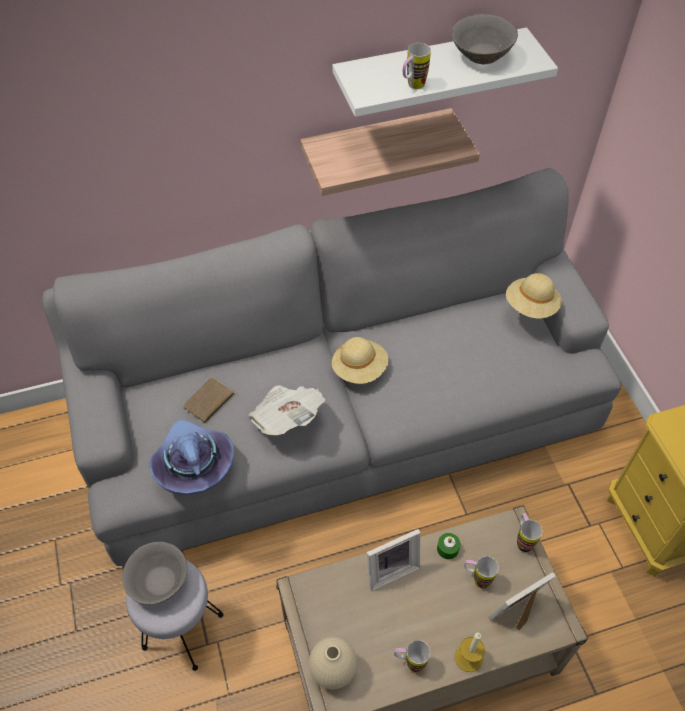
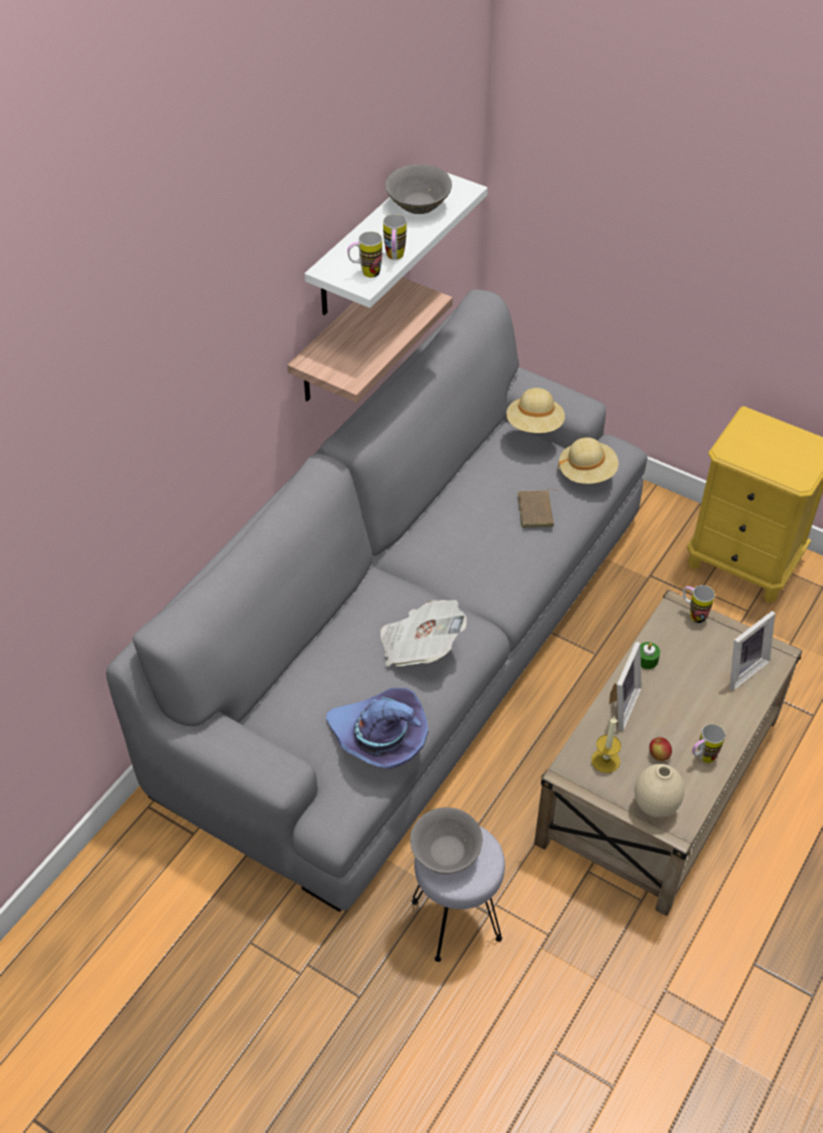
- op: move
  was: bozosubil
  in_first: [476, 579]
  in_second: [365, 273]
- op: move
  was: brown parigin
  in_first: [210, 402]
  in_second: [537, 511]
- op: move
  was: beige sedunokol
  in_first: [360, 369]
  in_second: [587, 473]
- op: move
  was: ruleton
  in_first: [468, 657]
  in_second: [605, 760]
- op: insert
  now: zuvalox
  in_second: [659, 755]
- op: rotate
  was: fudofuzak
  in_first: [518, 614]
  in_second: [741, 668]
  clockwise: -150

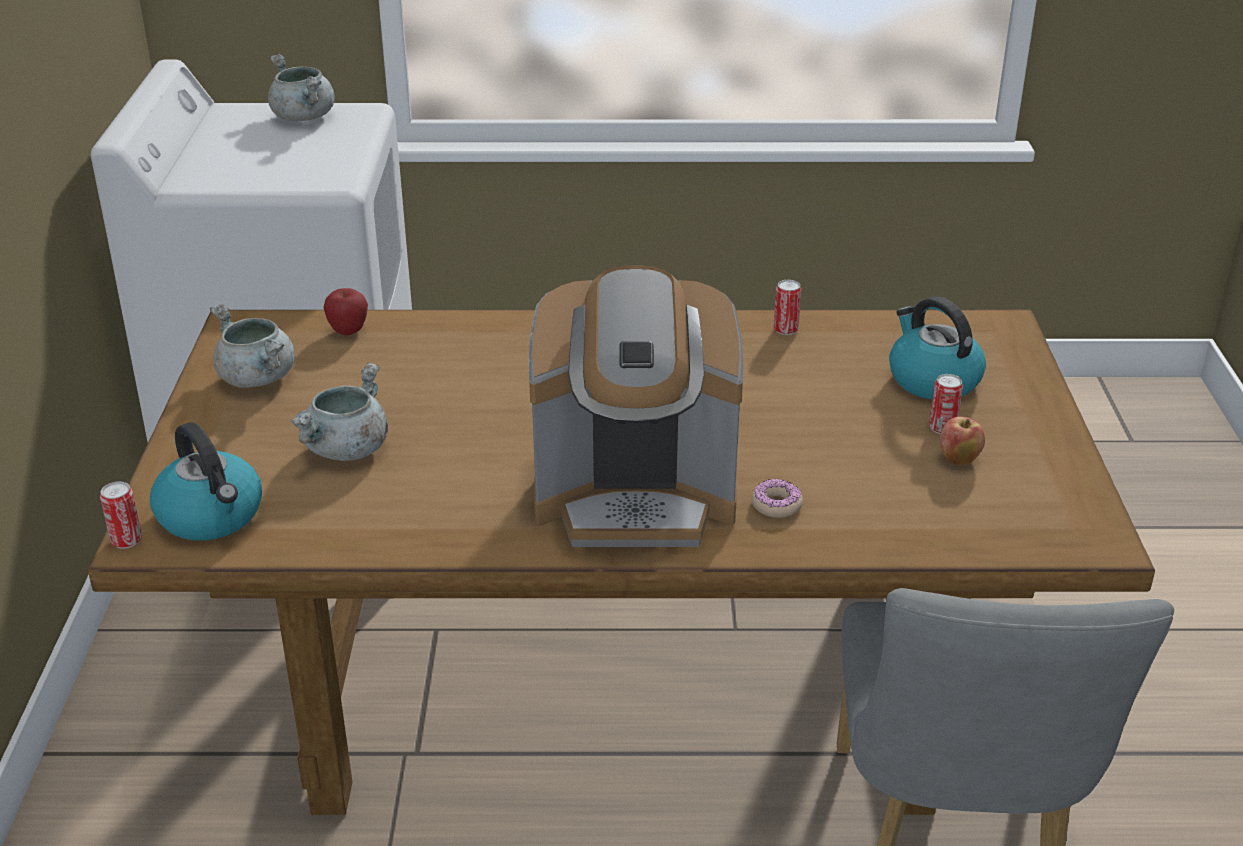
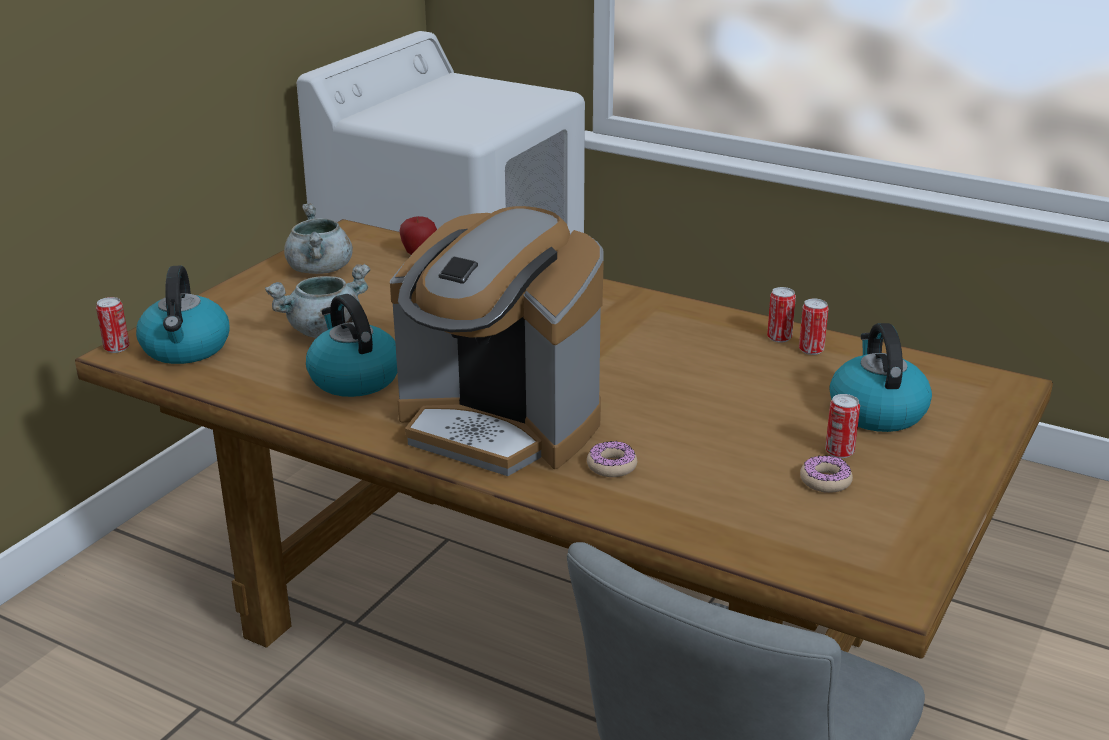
- op: insert
  now: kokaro
  in_second: [353, 378]
- op: insert
  now: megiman
  in_second: [811, 350]
- op: replace
  was: zuvalox
  now: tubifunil
  in_first: [958, 459]
  in_second: [825, 481]
- op: delete
  was: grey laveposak
  in_first: [304, 117]

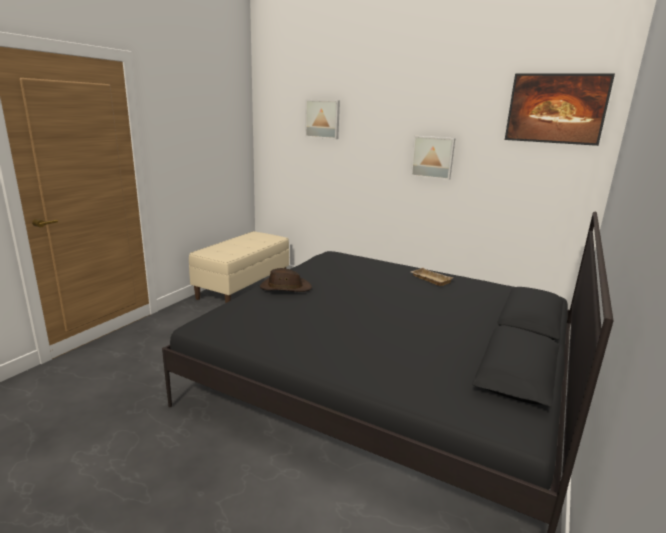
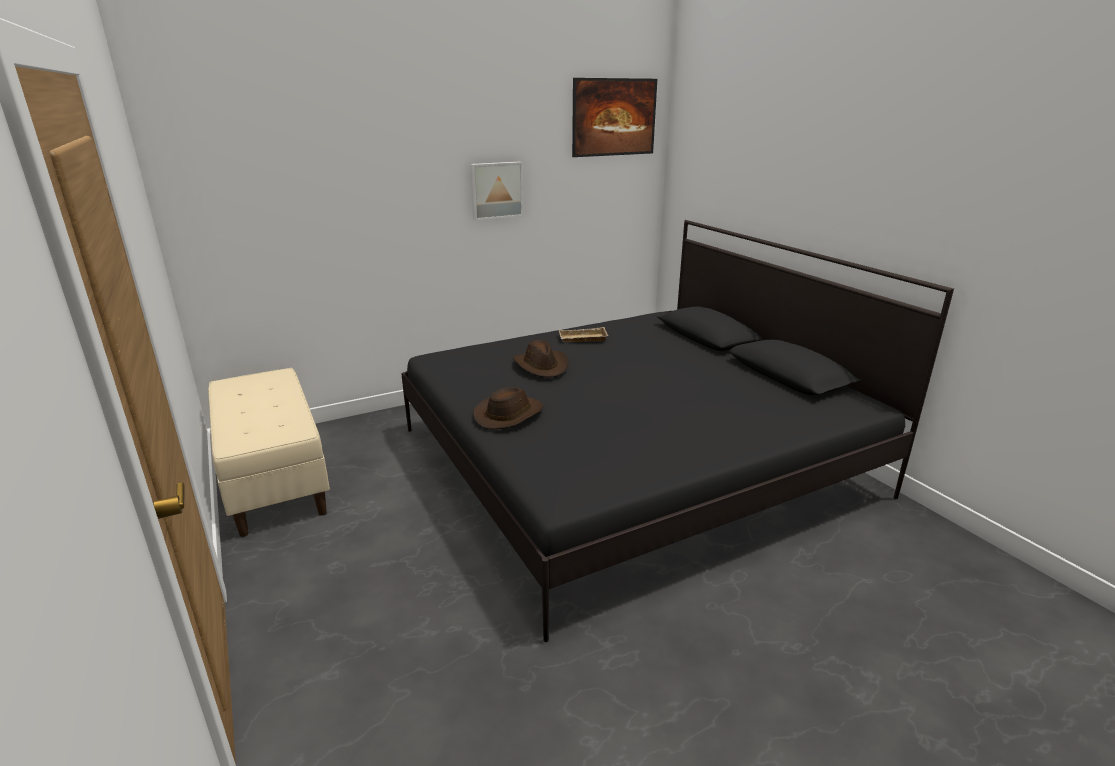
- op: insert
  now: brown sedunokol
  in_second: [541, 366]
- op: delete
  was: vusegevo
  in_first: [323, 119]

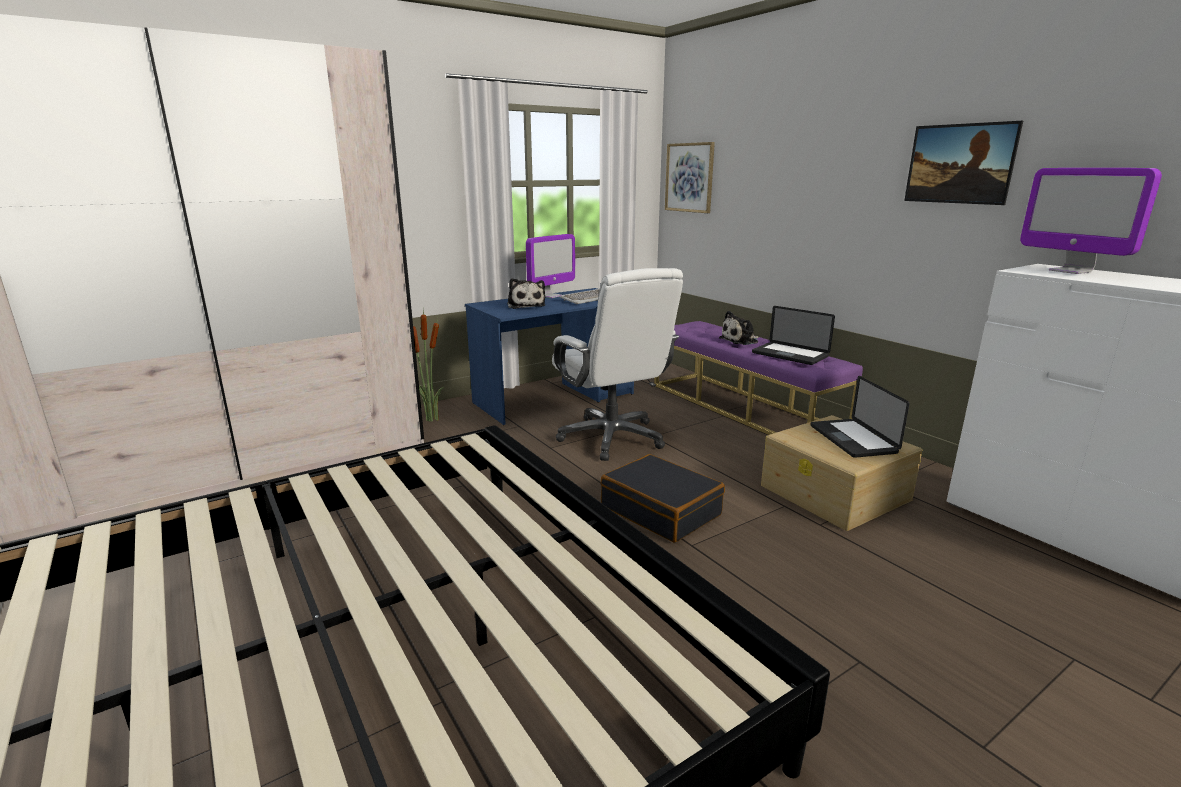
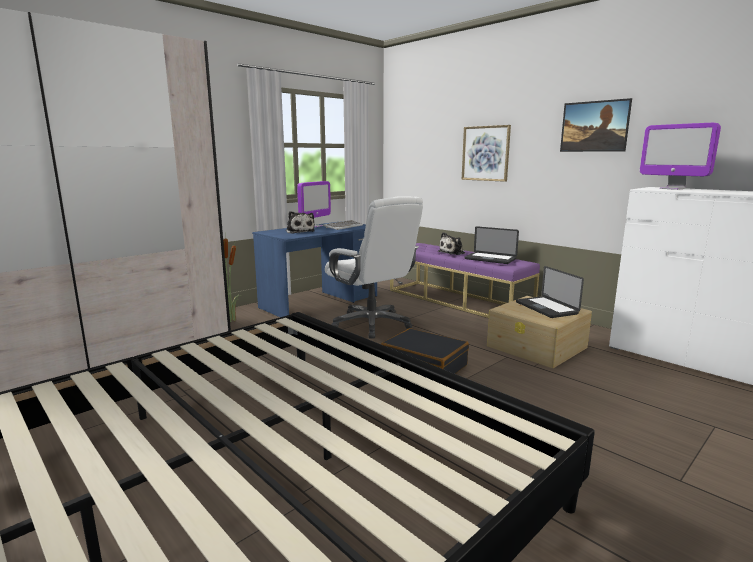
- op: move
  was: vusegevo
  in_first: [689, 177]
  in_second: [485, 153]

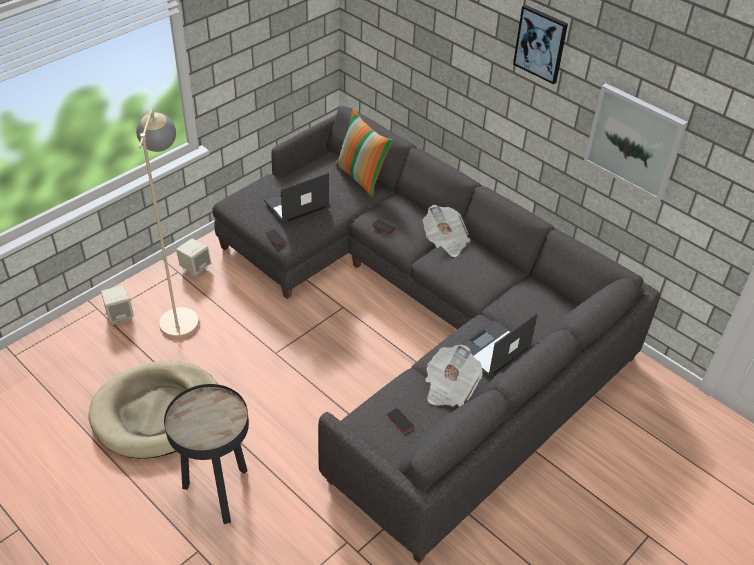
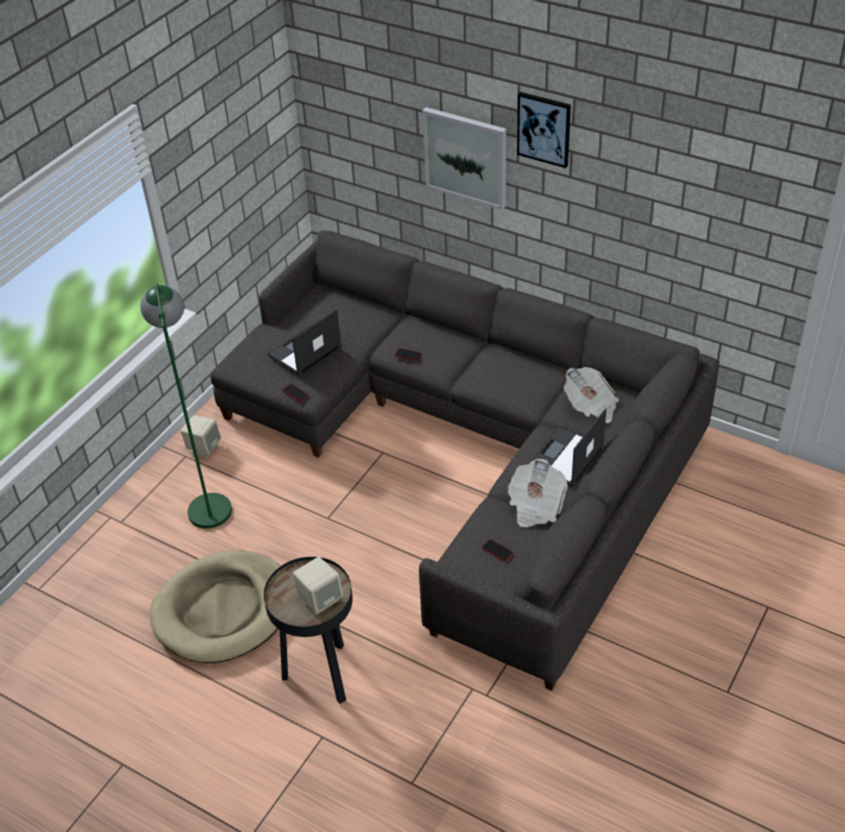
- op: recolor
  was: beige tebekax
  now: green tebekax
  in_first: [181, 313]
  in_second: [207, 500]
- op: move
  was: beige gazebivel
  in_first: [120, 315]
  in_second: [320, 599]
- op: move
  was: vusegevo
  in_first: [634, 141]
  in_second: [466, 157]
- op: move
  was: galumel
  in_first: [445, 241]
  in_second: [591, 406]
- op: delete
  was: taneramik
  in_first: [361, 177]

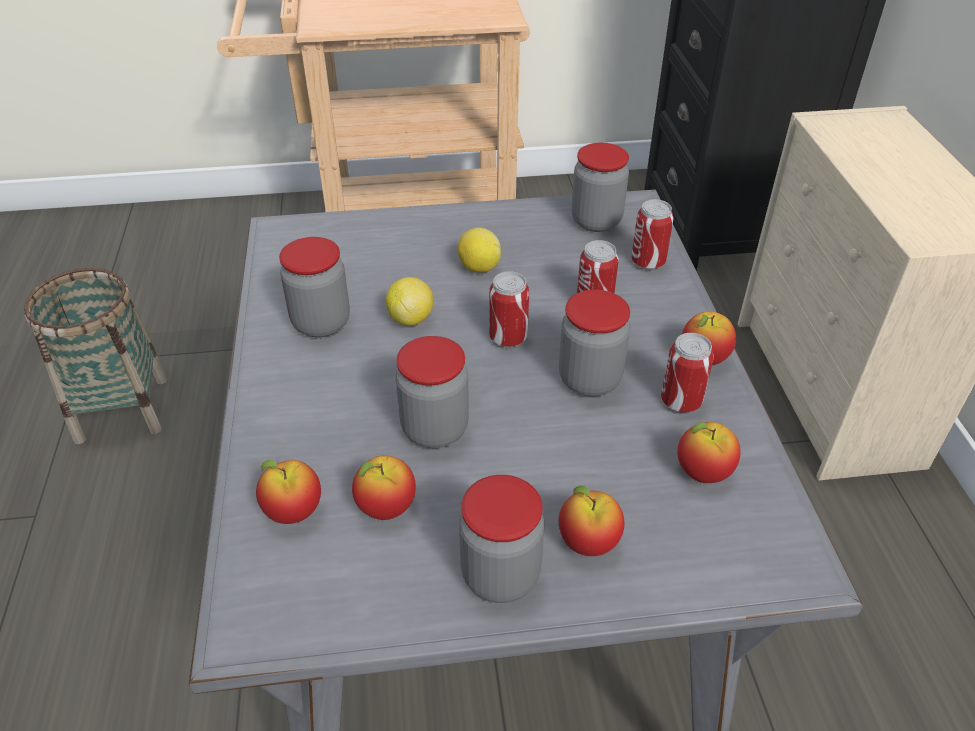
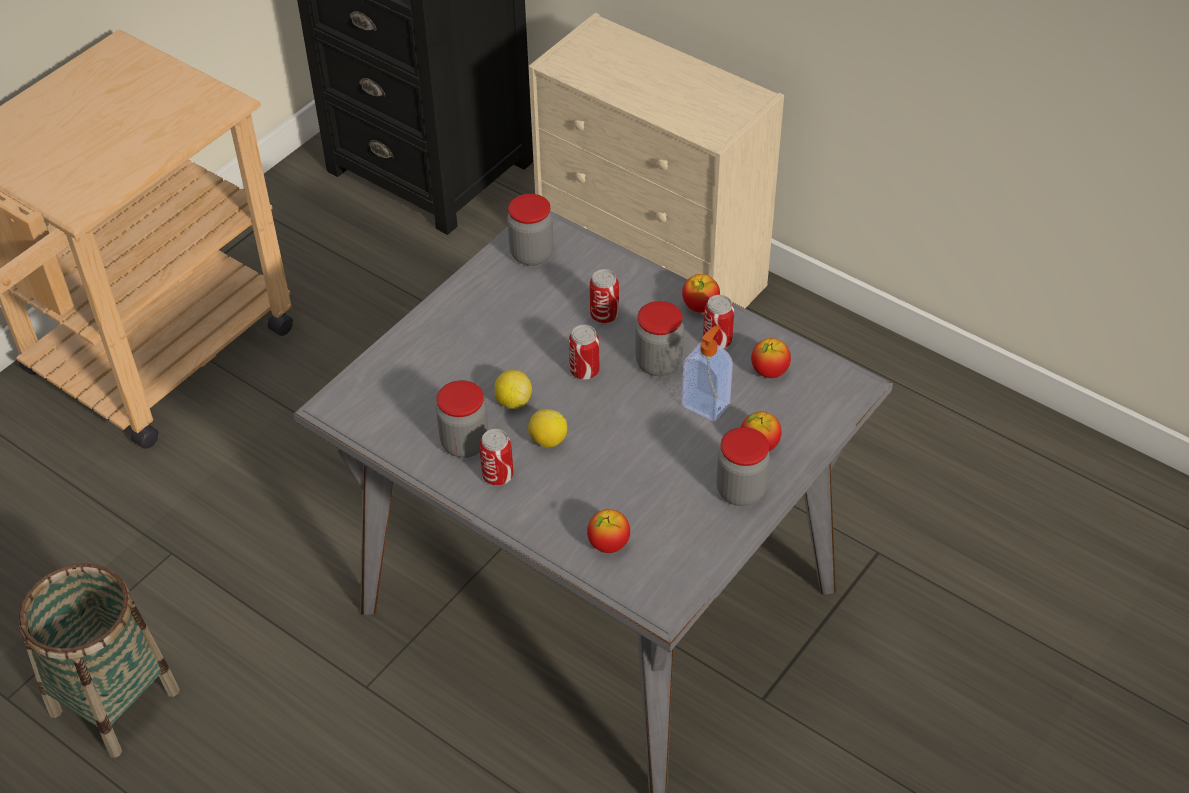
- op: move
  was: megiman
  in_first: [648, 262]
  in_second: [498, 476]
- op: move
  was: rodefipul
  in_first: [479, 267]
  in_second: [548, 440]
- op: insert
  now: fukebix
  in_second: [706, 405]
- op: delete
  was: zuvalox
  in_first: [386, 507]
- op: delete
  was: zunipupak
  in_first: [435, 429]

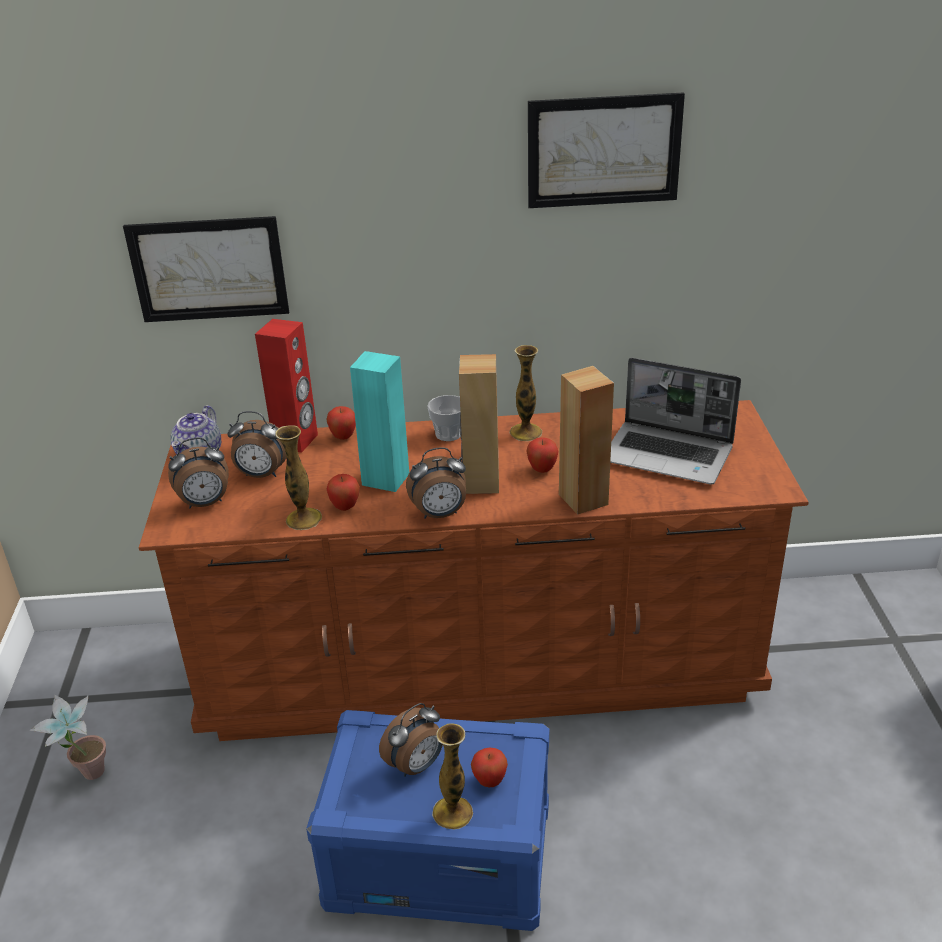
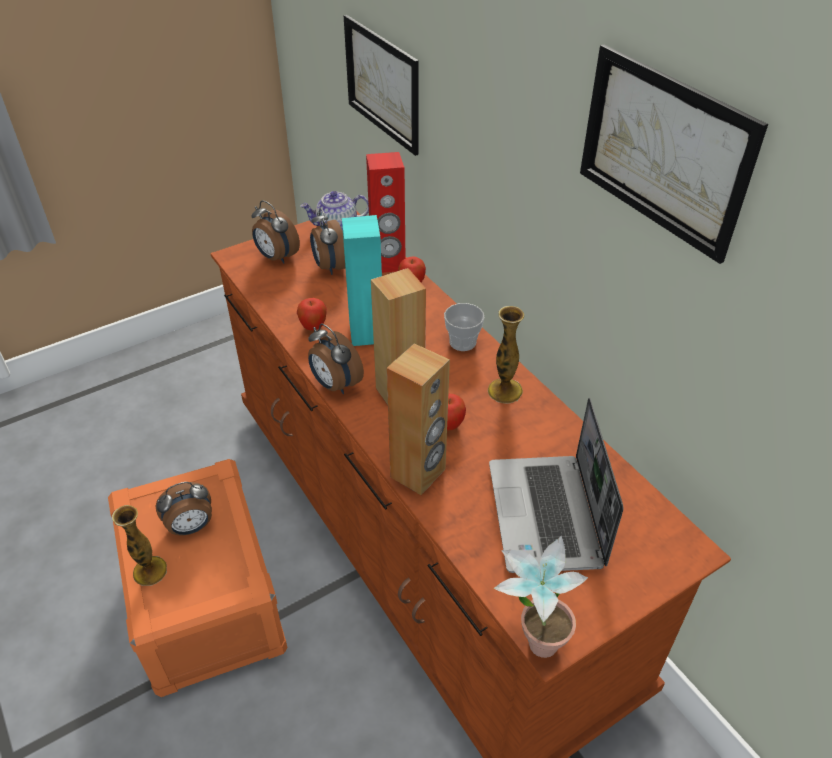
- op: recolor
  was: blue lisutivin
  now: orange lisutivin
  in_first: [441, 855]
  in_second: [208, 600]
- op: rotate
  was: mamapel
  in_first: [416, 766]
  in_second: [191, 527]
  clockwise: -45
- op: move
  was: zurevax
  in_first: [86, 776]
  in_second: [532, 640]
- op: delete
  was: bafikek
  in_first: [303, 519]
- op: delete
  was: zuvalox
  in_first: [489, 781]

